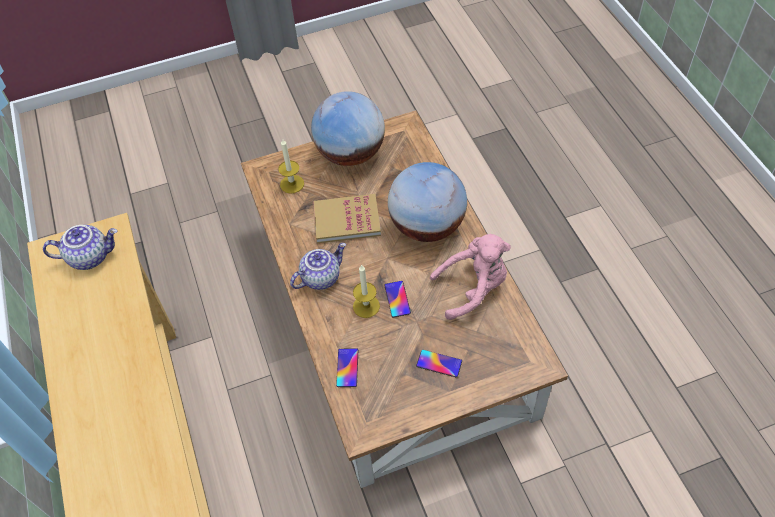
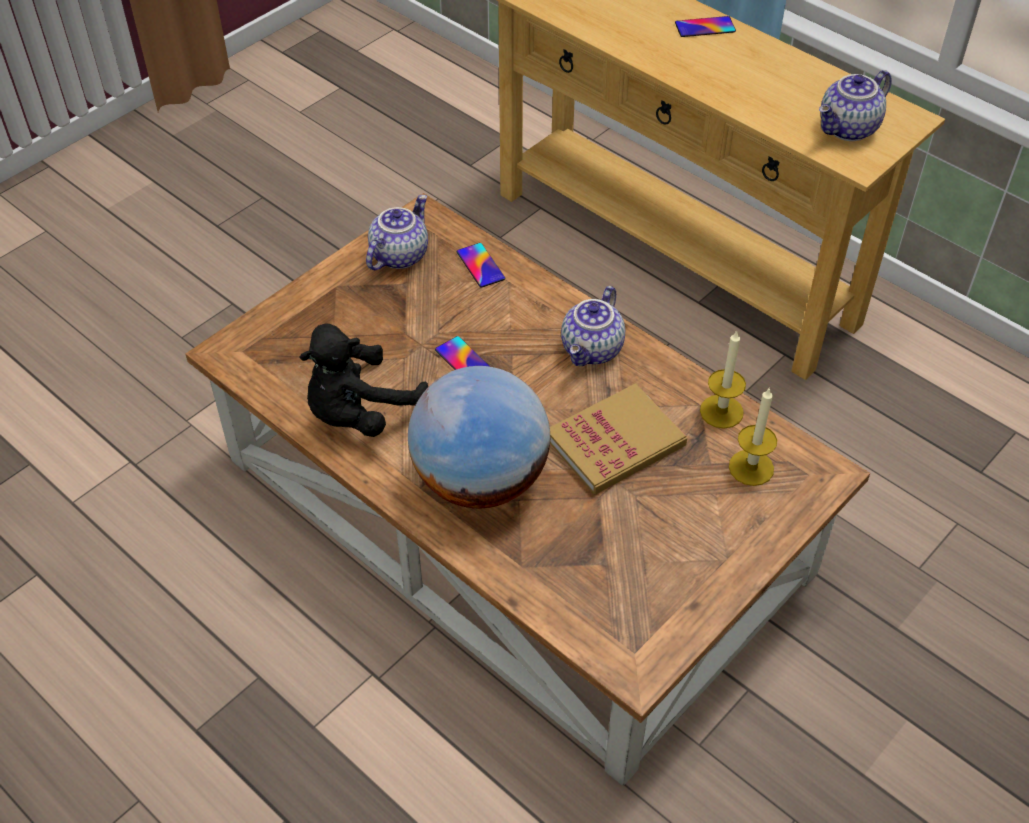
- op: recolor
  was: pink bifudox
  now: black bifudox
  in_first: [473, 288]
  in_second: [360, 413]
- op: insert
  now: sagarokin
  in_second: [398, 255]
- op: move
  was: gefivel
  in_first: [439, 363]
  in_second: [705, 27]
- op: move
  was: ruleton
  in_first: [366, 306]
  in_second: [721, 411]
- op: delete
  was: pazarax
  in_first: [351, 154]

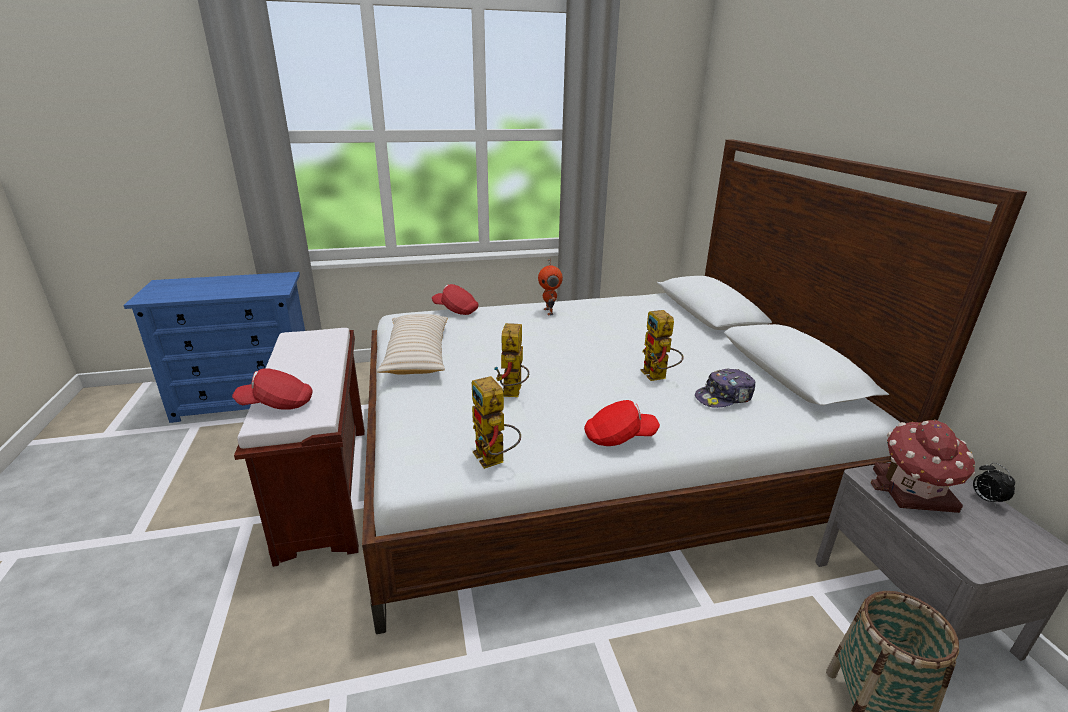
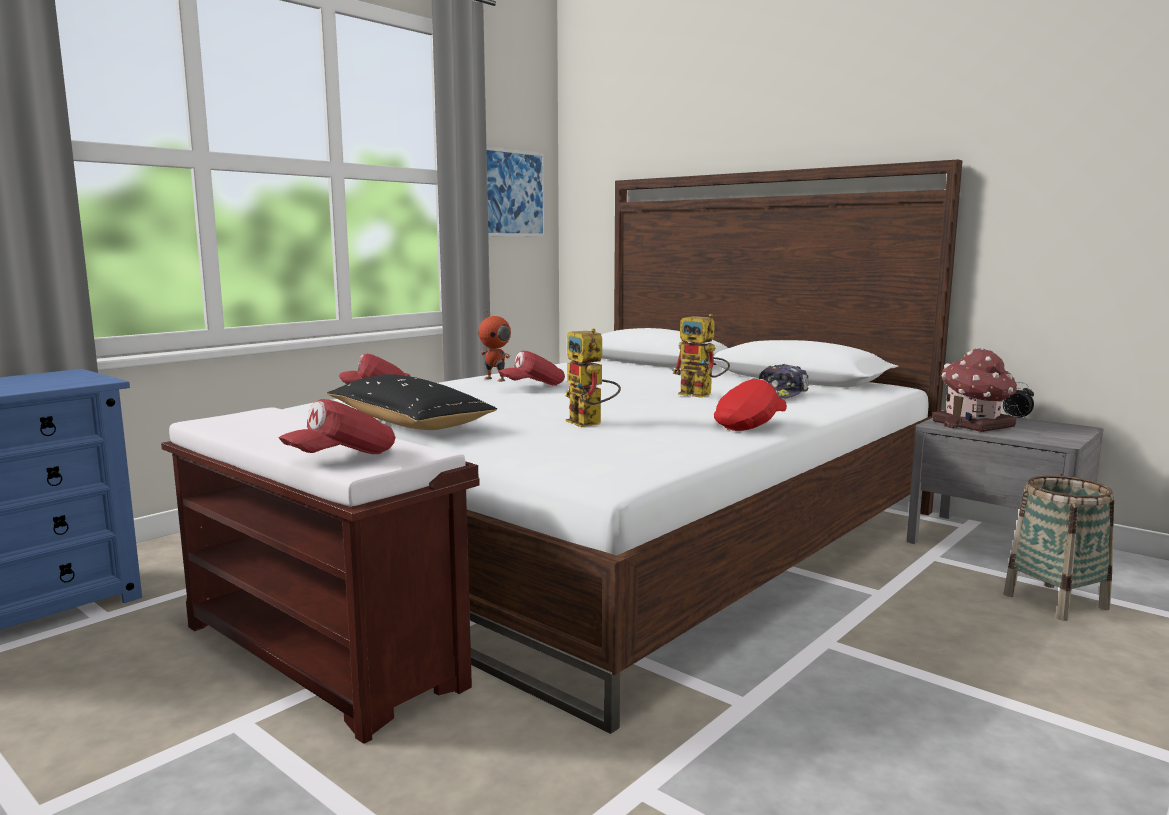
- op: recolor
  was: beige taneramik
  now: black taneramik
  in_first: [417, 355]
  in_second: [409, 422]
- op: insert
  now: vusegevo
  in_second: [514, 193]
- op: insert
  now: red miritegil
  in_second: [533, 386]
- op: delete
  was: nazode
  in_first: [494, 460]

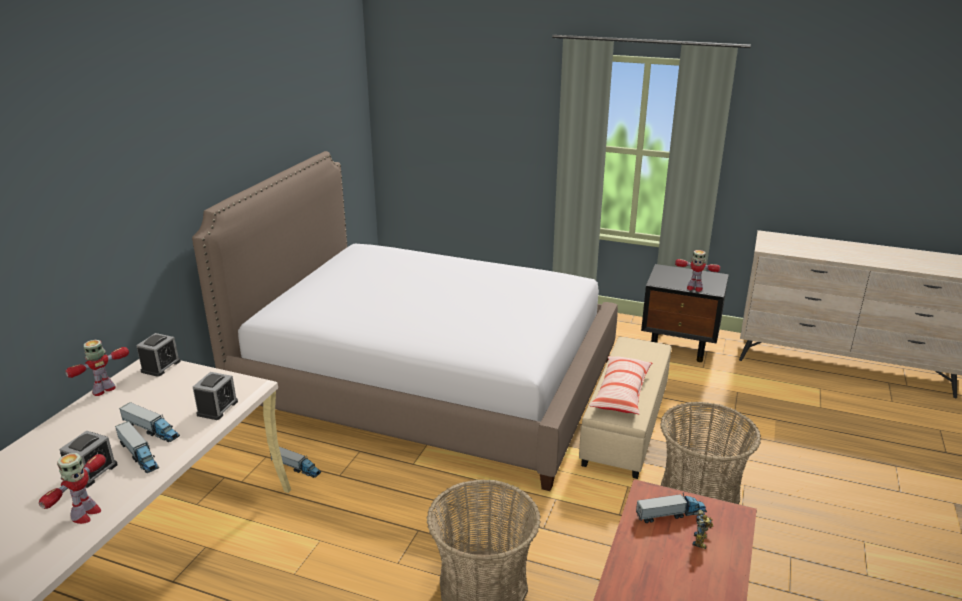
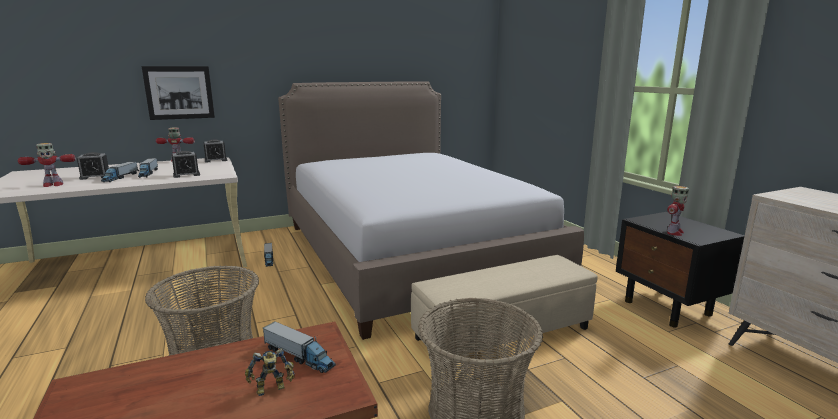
- op: insert
  now: vusegevo
  in_second: [179, 92]
- op: rotate
  was: nazode
  in_first: [694, 288]
  in_second: [674, 232]
  clockwise: -120
- op: delete
  was: taneramik
  in_first: [621, 393]

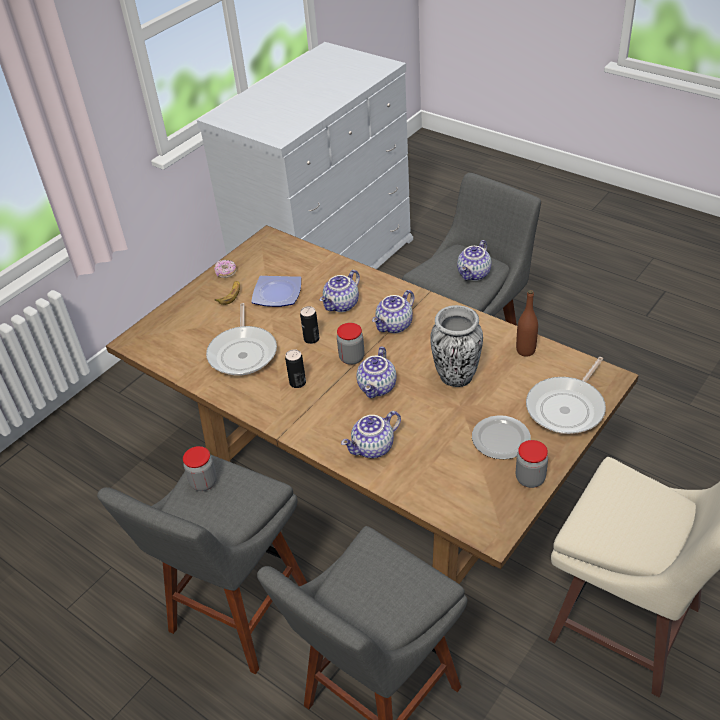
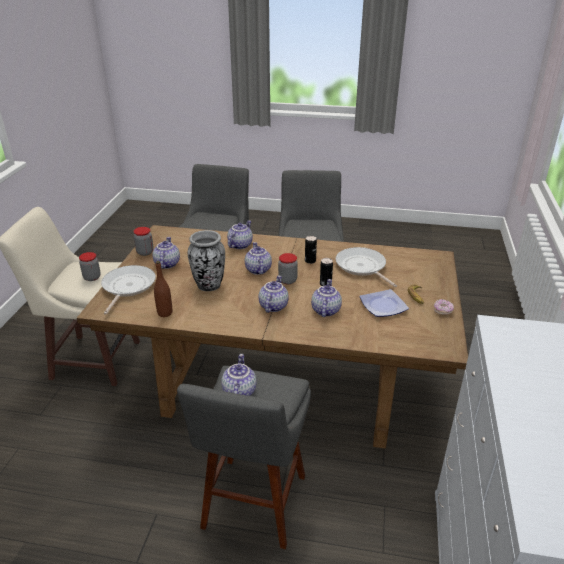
- op: move
  was: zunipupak
  in_first: [203, 482]
  in_second: [92, 277]
- op: replace
  was: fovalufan
  now: sagarokin
  in_first: [502, 439]
  in_second: [166, 264]

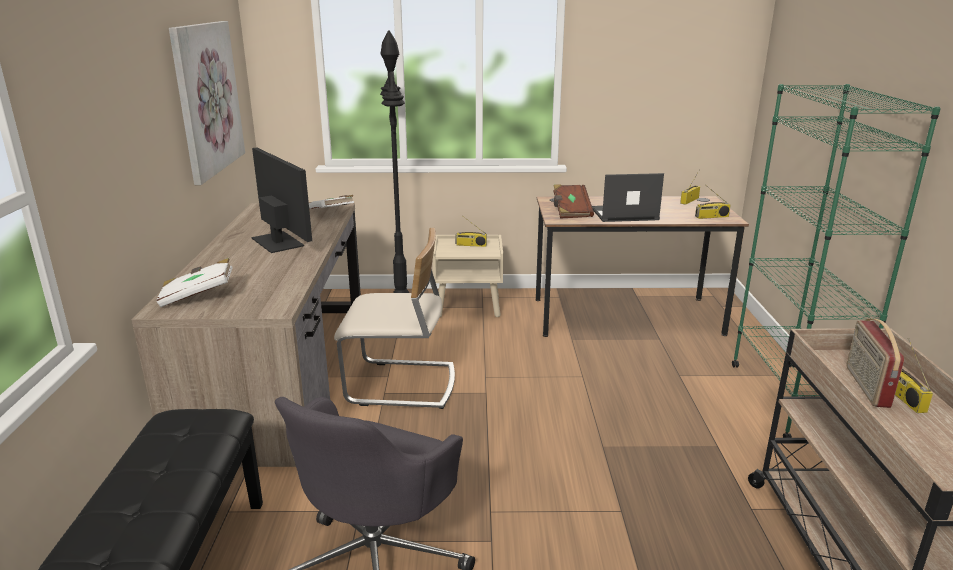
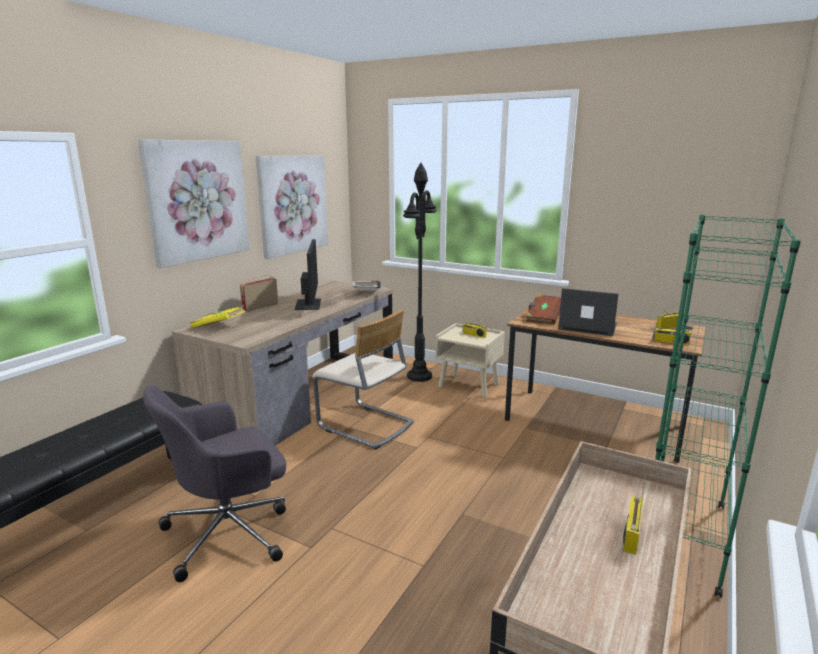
- op: insert
  now: vusegevo
  in_second: [198, 201]
- op: recolor
  was: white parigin
  now: yellow parigin
  in_first: [198, 296]
  in_second: [219, 326]
- op: move
  was: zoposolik
  in_first: [865, 386]
  in_second: [260, 307]

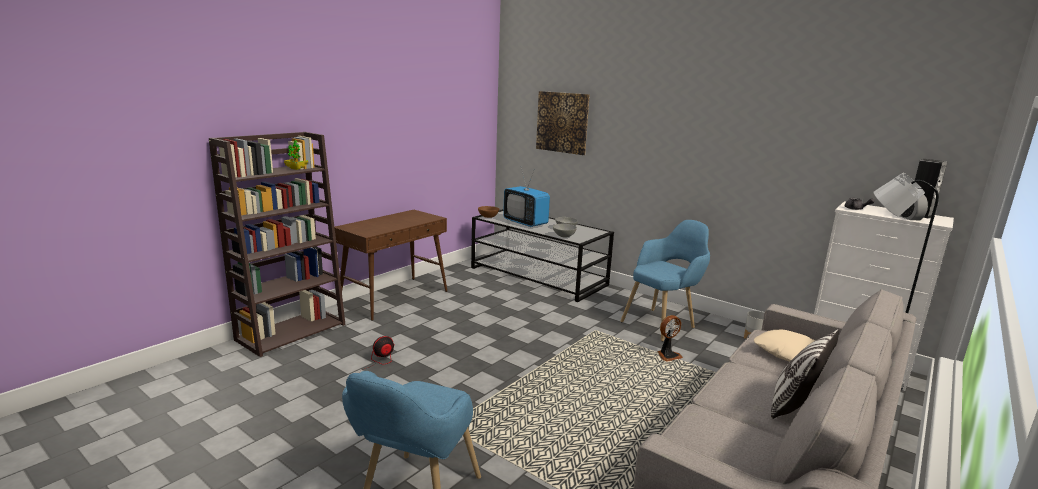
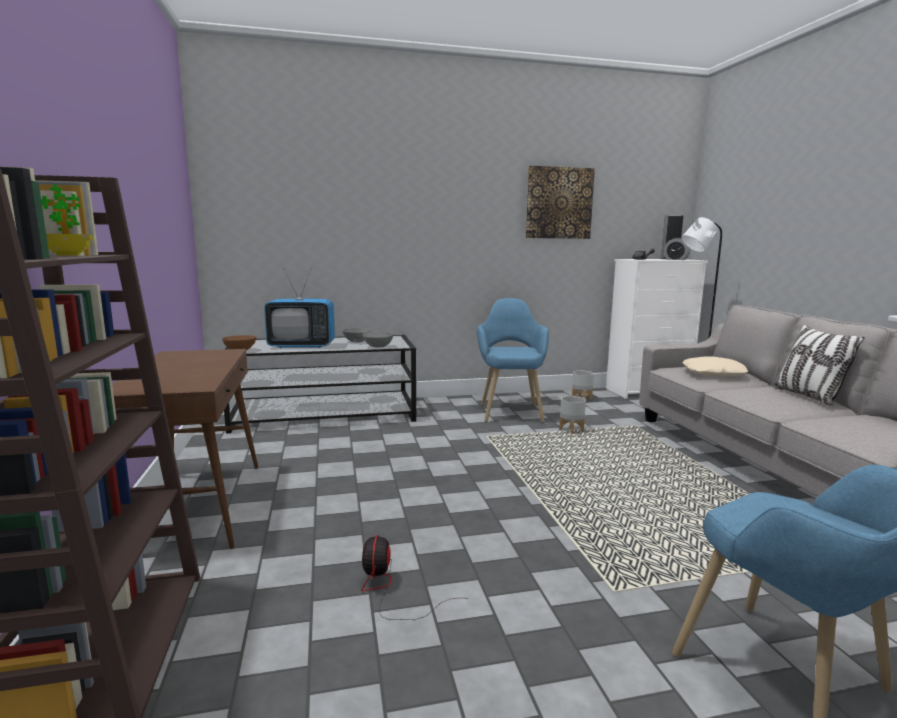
- op: move
  was: vusegevo
  in_first: [562, 122]
  in_second: [559, 203]
- op: replace
  was: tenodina
  now: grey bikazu
  in_first: [667, 355]
  in_second: [571, 430]

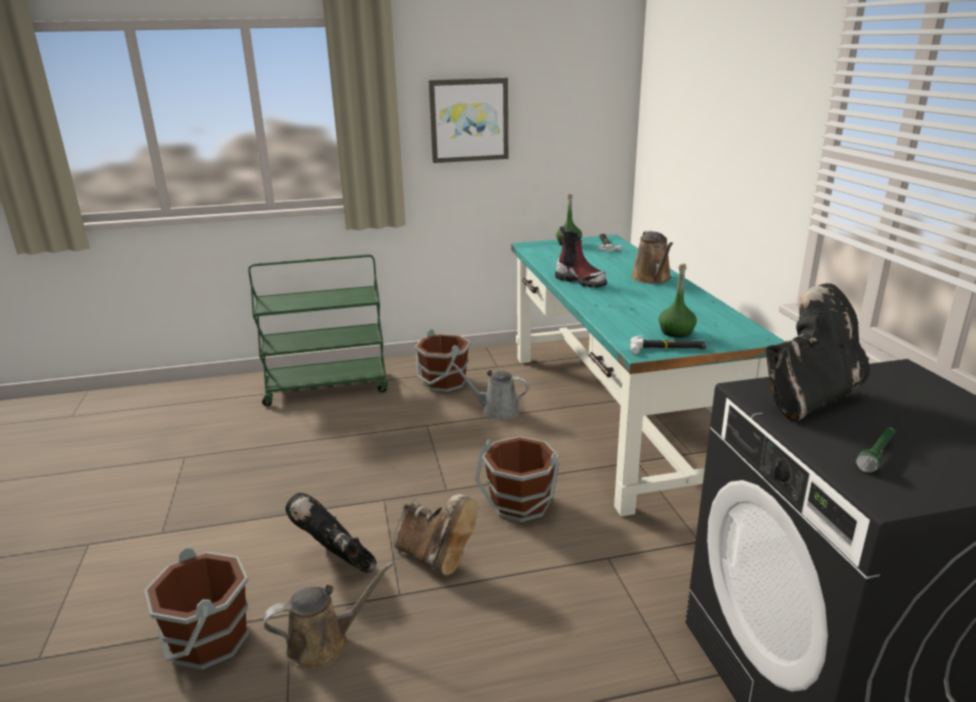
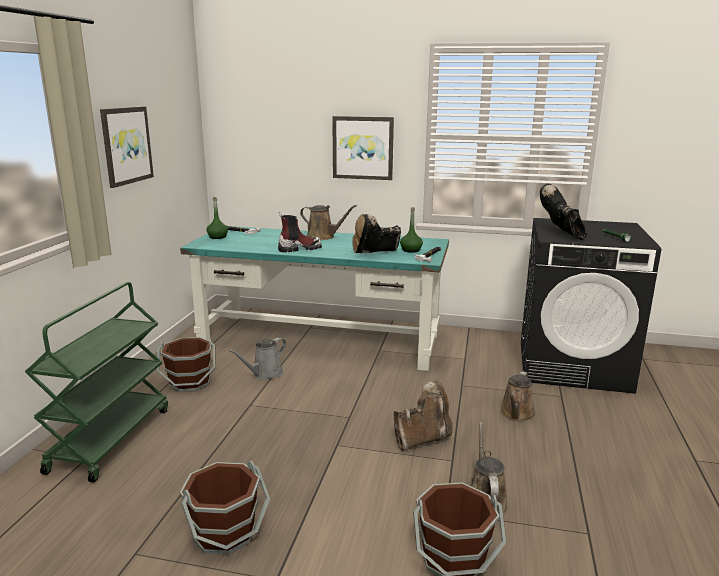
- op: move
  was: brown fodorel
  in_first: [520, 504]
  in_second: [225, 533]
- op: insert
  now: vusegevo
  in_second: [363, 148]
- op: move
  was: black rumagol
  in_first: [336, 559]
  in_second: [375, 255]
- op: insert
  now: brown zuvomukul
  in_second: [516, 414]

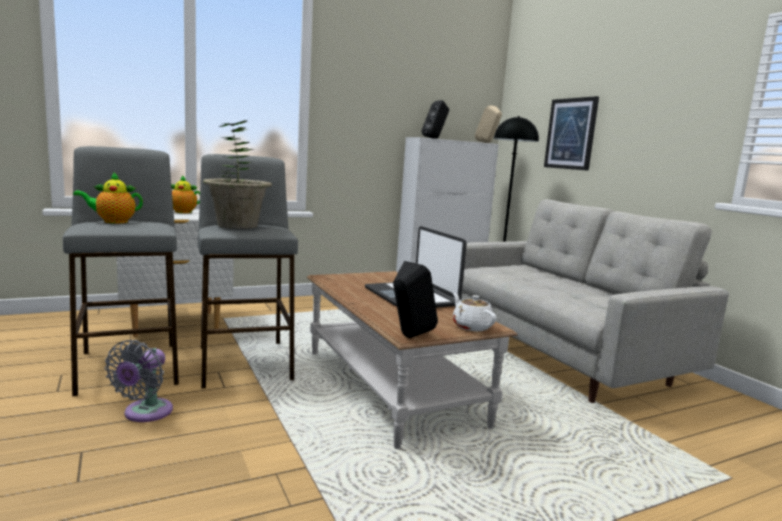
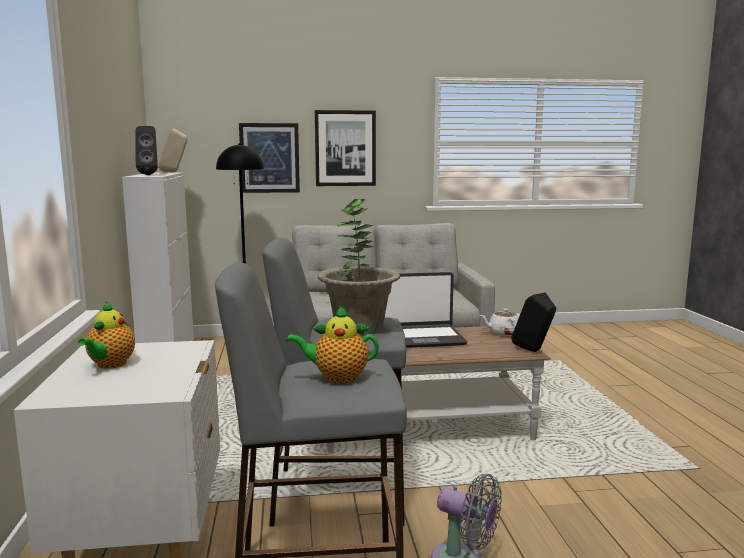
- op: rotate
  was: sagarokin
  in_first: [113, 221]
  in_second: [337, 377]
  clockwise: 90
- op: insert
  now: vusegevo
  in_second: [345, 148]

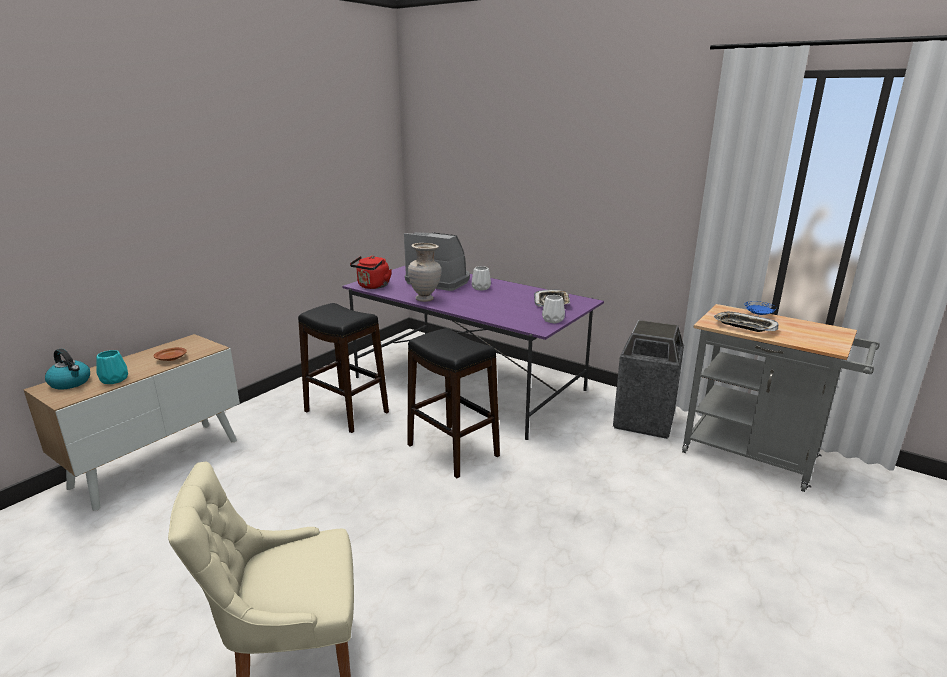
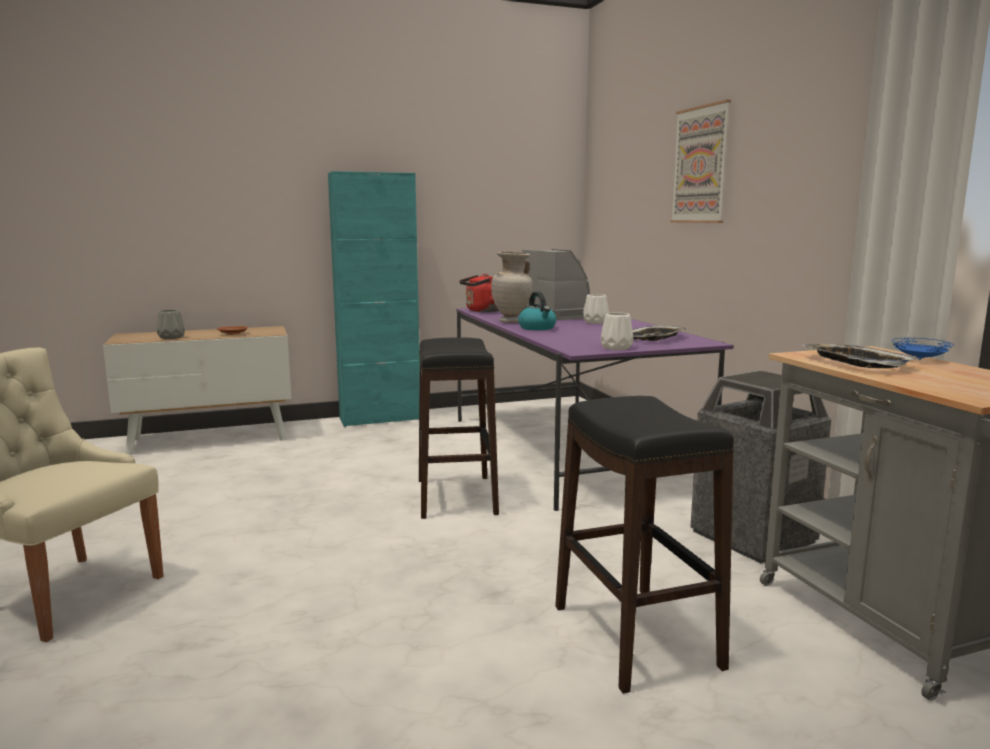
- op: recolor
  was: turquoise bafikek
  now: grey bafikek
  in_first: [113, 380]
  in_second: [171, 337]
- op: insert
  now: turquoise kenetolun
  in_second: [380, 419]
- op: move
  was: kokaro
  in_first: [71, 383]
  in_second: [537, 328]
- op: move
  was: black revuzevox
  in_first: [346, 412]
  in_second: [634, 636]
- op: insert
  now: vusegevo
  in_second: [700, 165]

